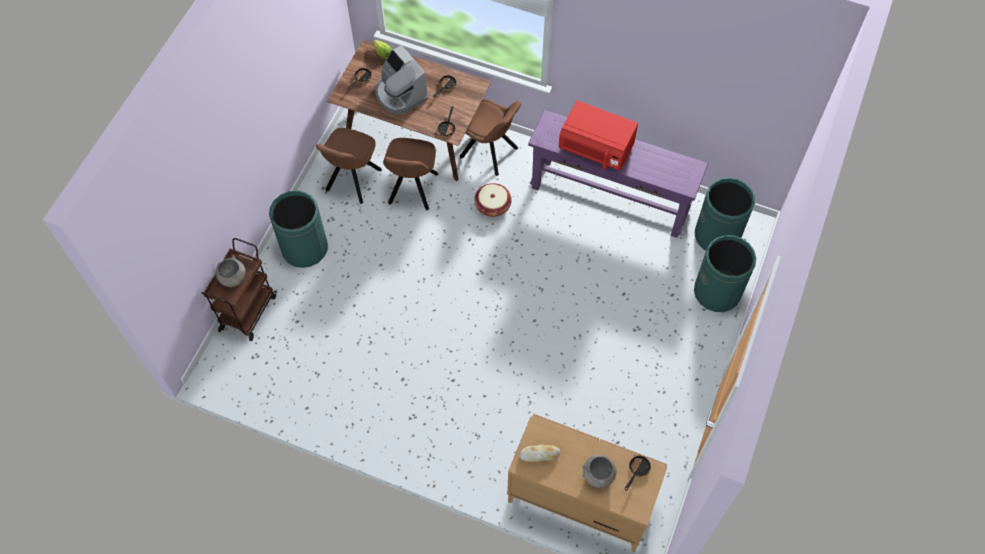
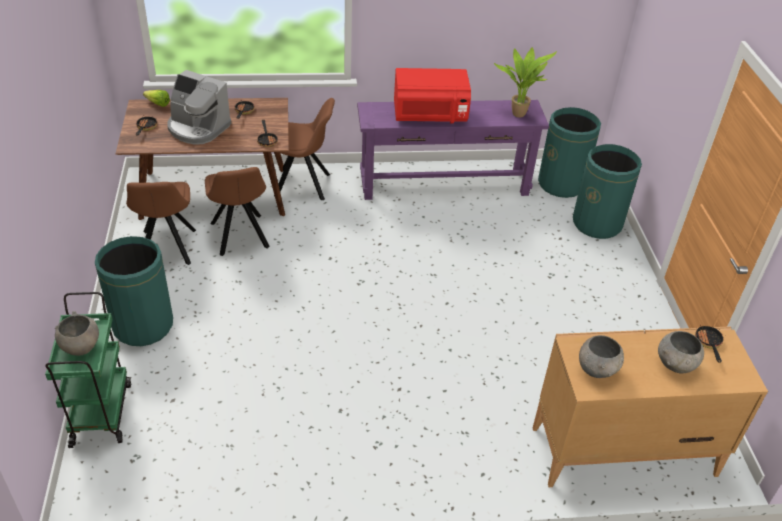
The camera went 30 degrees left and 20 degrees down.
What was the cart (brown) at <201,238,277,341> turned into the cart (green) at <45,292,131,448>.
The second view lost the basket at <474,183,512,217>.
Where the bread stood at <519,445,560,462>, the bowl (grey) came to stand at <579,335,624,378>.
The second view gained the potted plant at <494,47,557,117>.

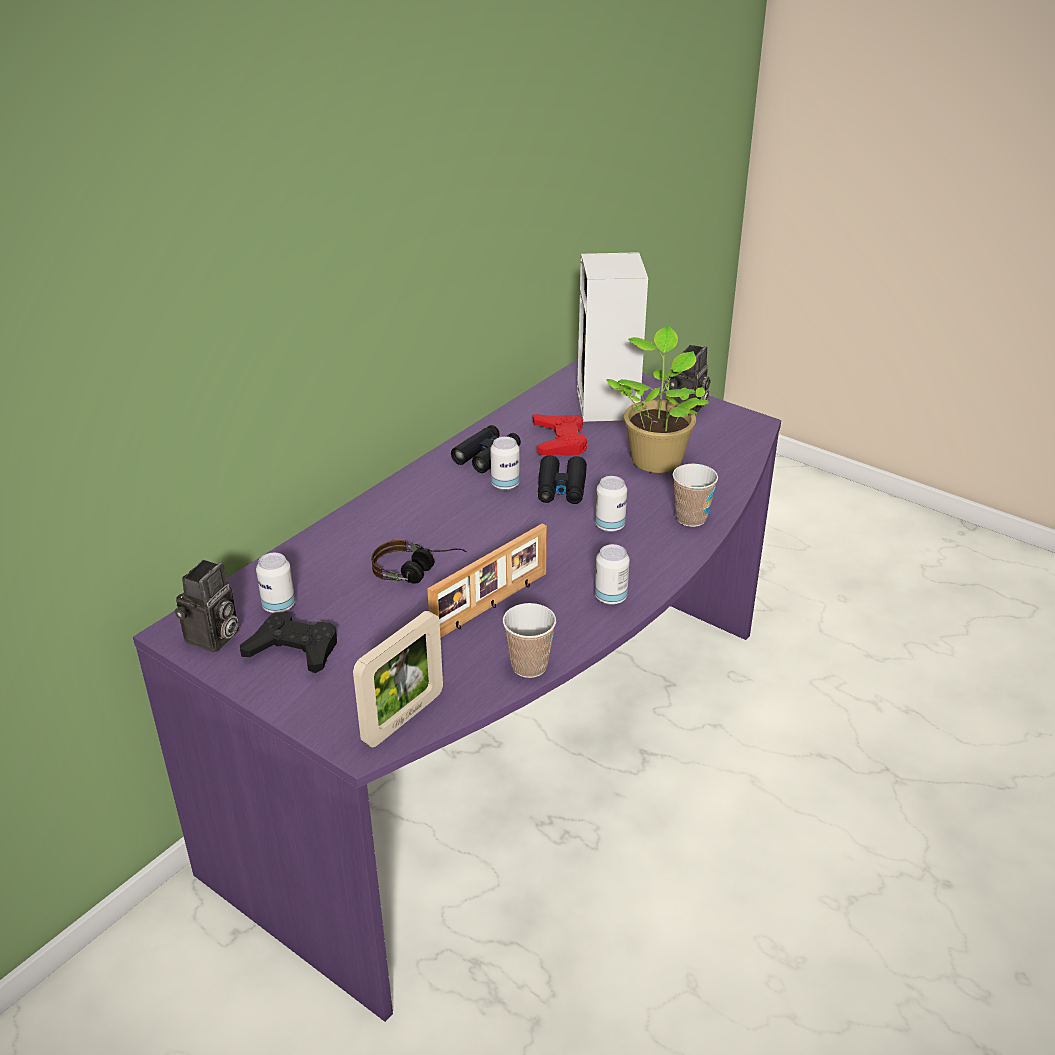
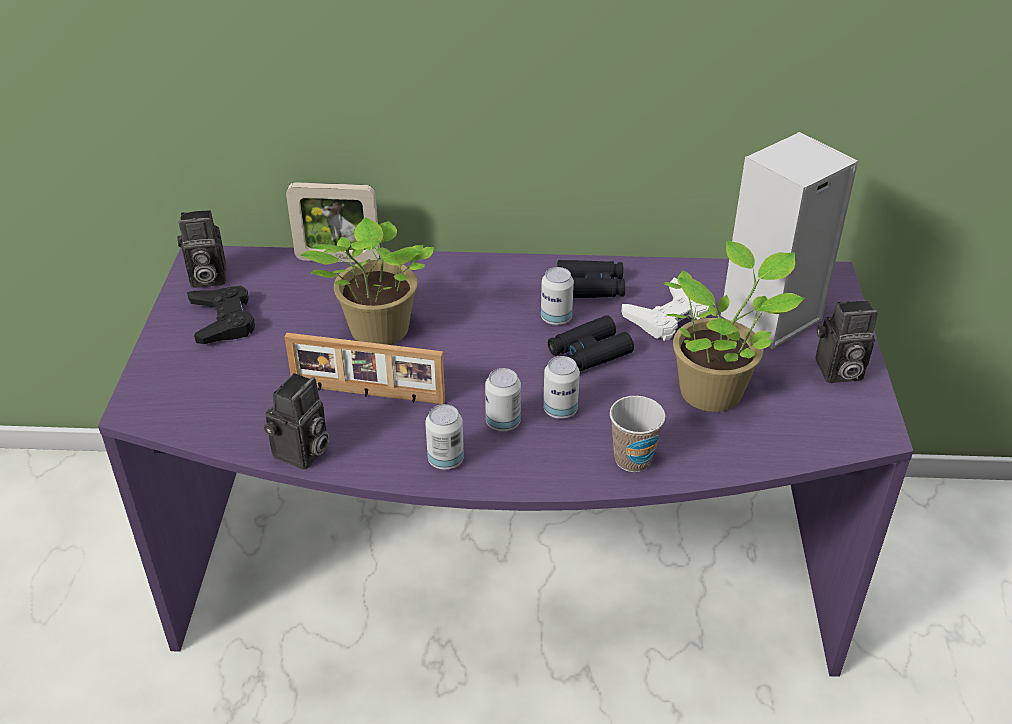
The camera went 55 degrees right and 5 degrees up.
The can ended up elsewhere, having gone from <256,553,295,613> to <485,368,521,431>.
The picture frame ended up elsewhere, having gone from <353,611,443,747> to <286,182,380,263>.
Where the headphones stood at <371,540,467,584>, the potted plant came to stand at <301,217,434,345>.
Where the cup stood at <503,603,556,678>, the photo camera came to stand at <264,373,329,470>.
What was the game controller (red) at <533,414,587,456> turned into the game controller (white) at <621,277,709,341>.

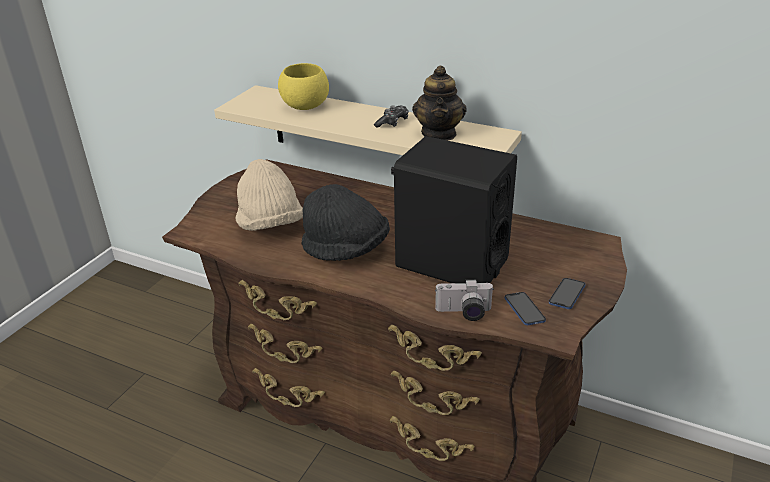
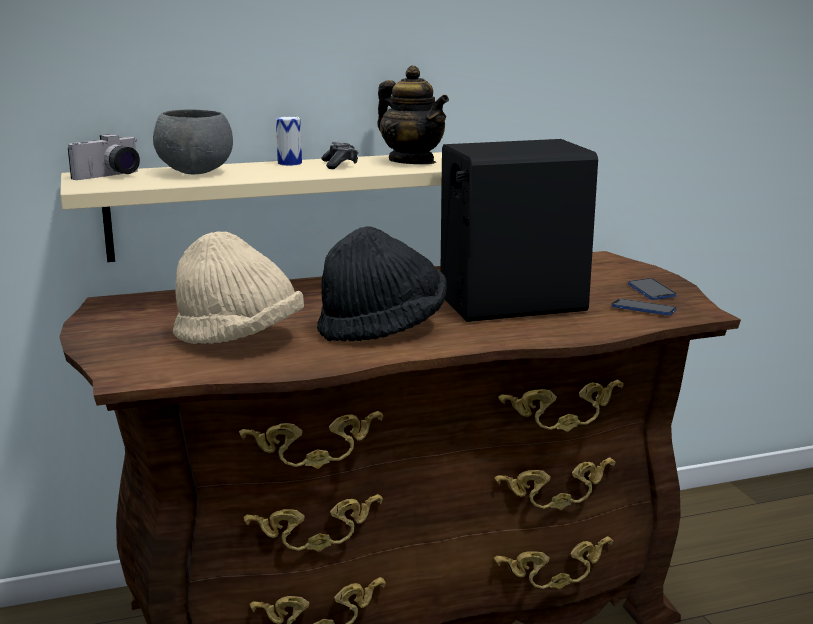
The camera went 45 degrees left and 15 degrees down.
What was the bowl (yellow) at <278,63,329,110> turned into the bowl (grey) at <153,109,233,174>.
The photo camera ended up elsewhere, having gone from <435,279,493,321> to <68,134,140,180>.
The second view gained the can at <276,116,302,166>.

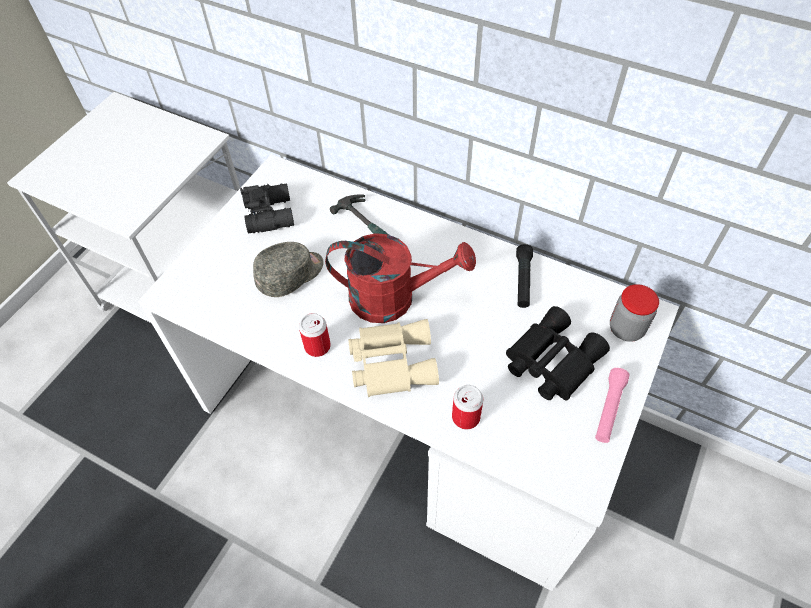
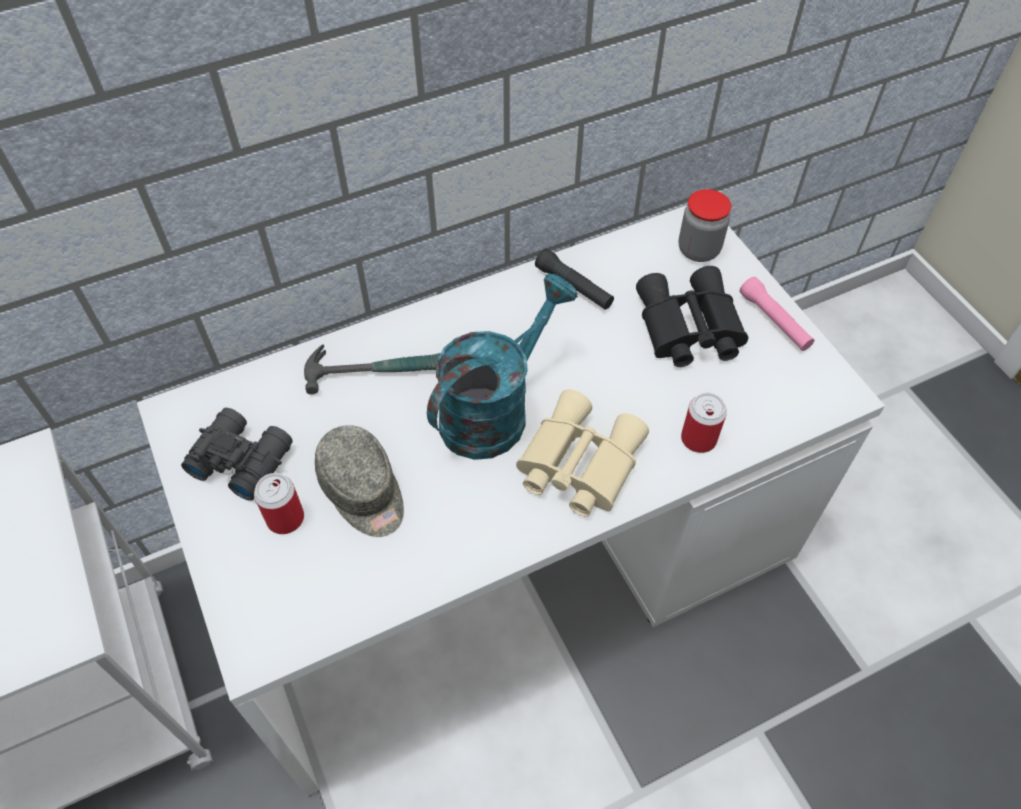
The camera went 55 degrees left and 0 degrees up.
The cap (grey) at <253,242,324,297> ended up facing another way, 150 degrees clockwise from before.
The can ended up elsewhere, having gone from <299,313,331,357> to <254,473,304,534>.
What was the watering can (red) at <325,233,476,323> turned into the watering can (turquoise) at <427,274,578,460>.

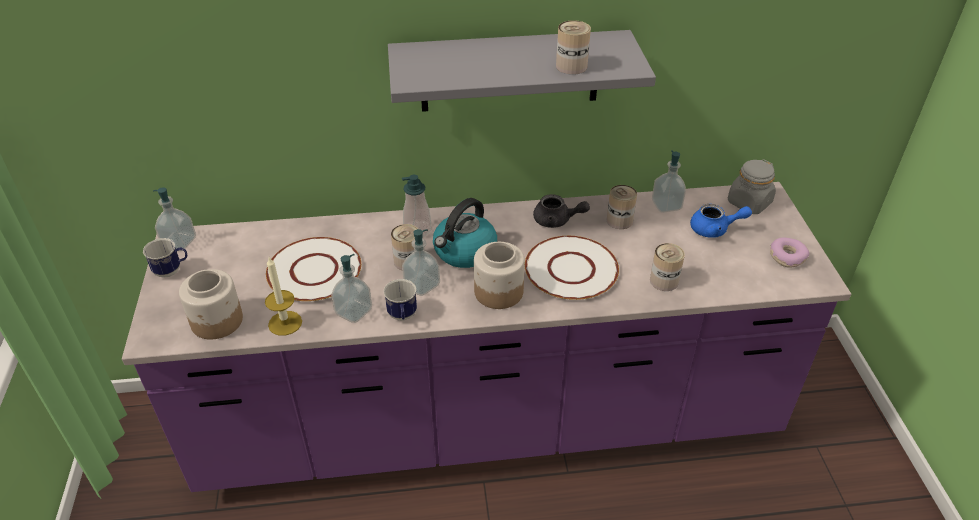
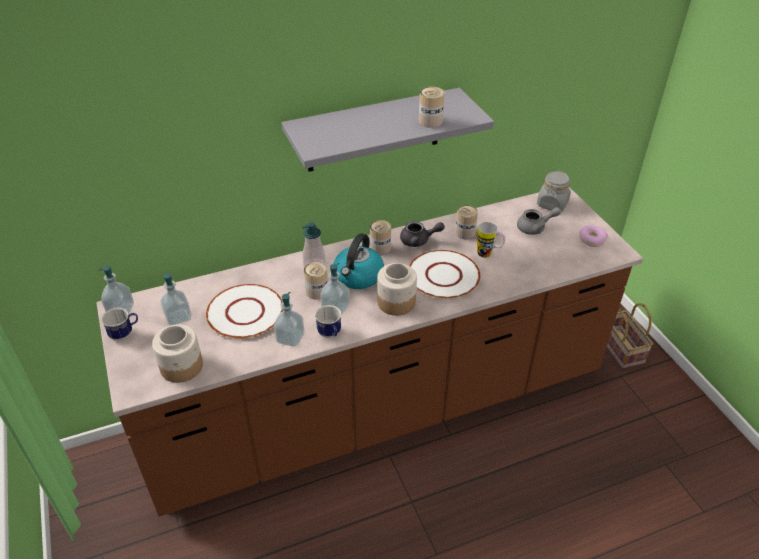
The camera went 15 degrees left and 0 degrees up.
What was the counter (purple) at <122,182,851,492> turned into the counter (brown) at <96,187,643,517>.
The second view lost the candle at <265,257,302,336>.
The can ended up elsewhere, having gone from <650,243,685,291> to <370,220,391,255>.
The soap dispenser ended up elsewhere, having gone from <652,151,686,213> to <160,272,191,325>.
What was the teapot (blue) at <690,204,752,238> turned into the teapot (grey) at <517,207,561,235>.
The second view gained the mug at <477,222,505,258>.
The second view gained the basket at <606,303,653,369>.

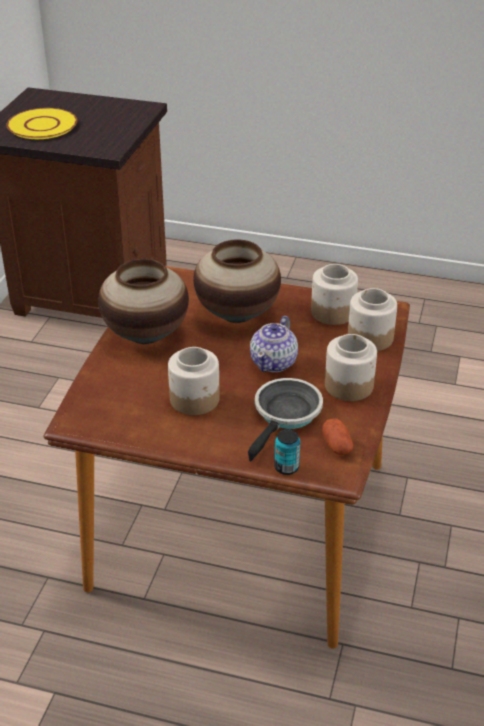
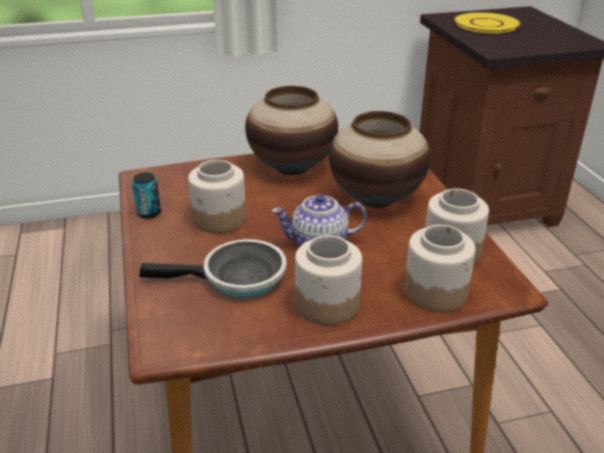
The camera went 60 degrees right and 5 degrees down.
The can ended up elsewhere, having gone from <274,429,300,475> to <132,172,161,219>.
The second view lost the potato at <322,418,353,455>.

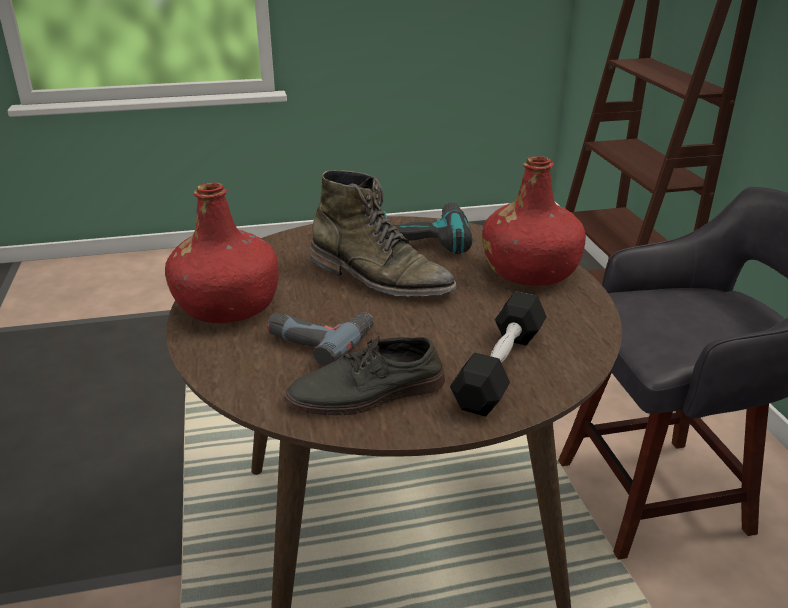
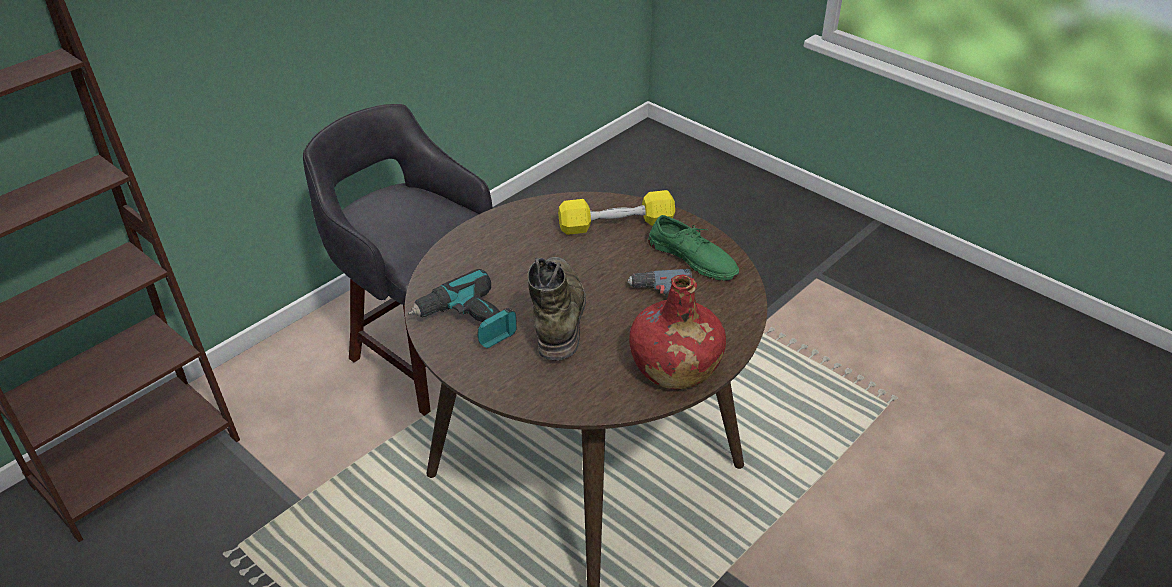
The camera went 125 degrees left and 10 degrees up.
What was the shoe (grey) at <285,334,445,415> turned into the shoe (green) at <648,215,739,281>.
What was the dumbbell (black) at <450,291,547,416> turned into the dumbbell (yellow) at <558,190,675,235>.
The second view lost the bottle (red) at <482,156,586,286>.

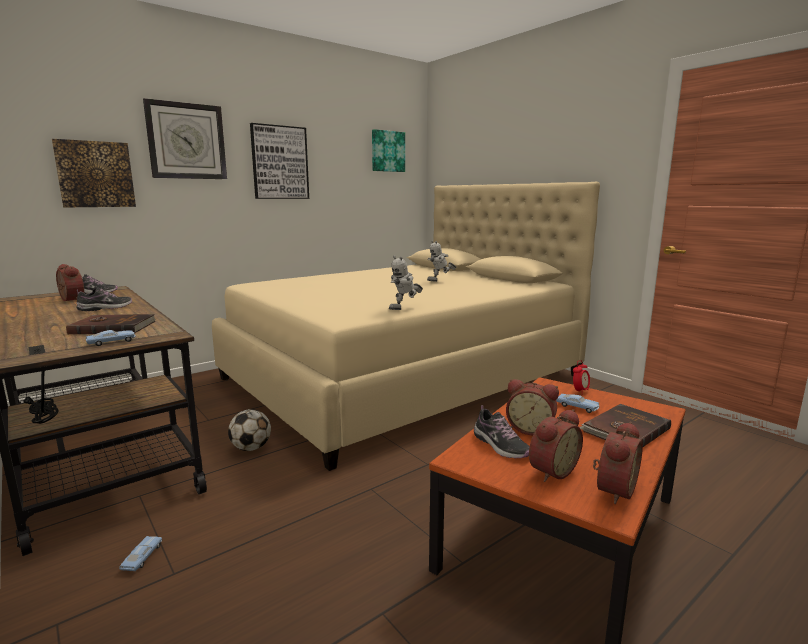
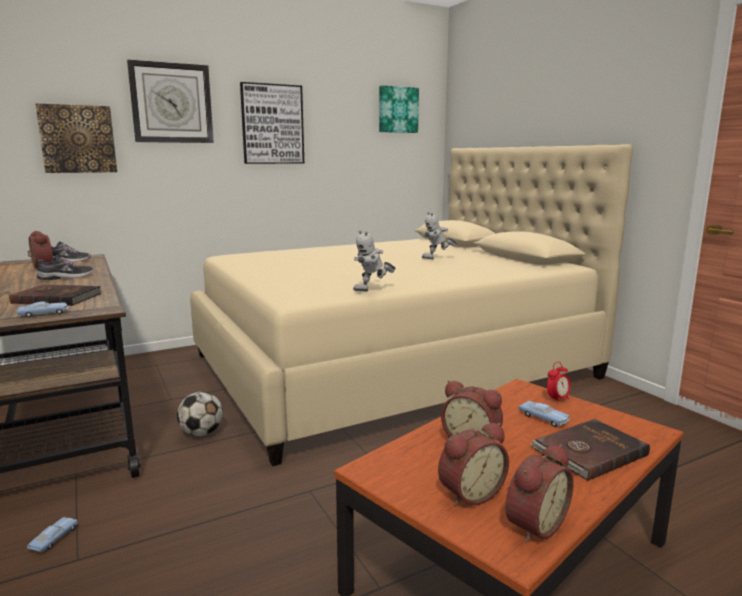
The camera went 10 degrees right and 0 degrees up.
The second view lost the shoe at <474,405,530,458>.

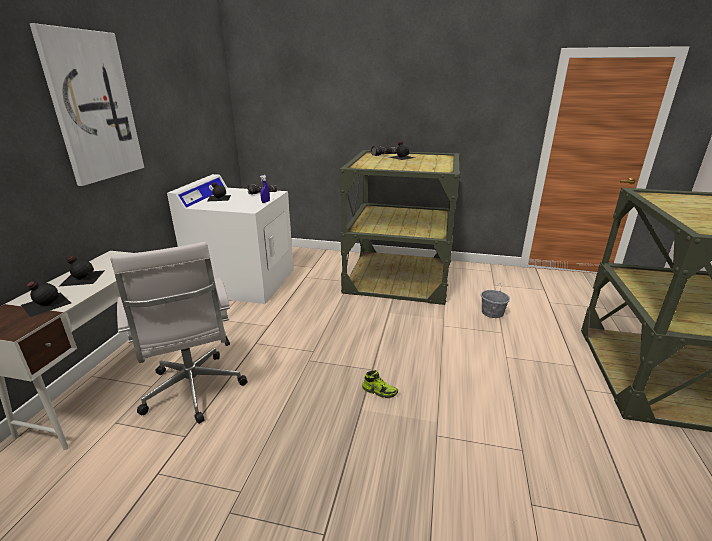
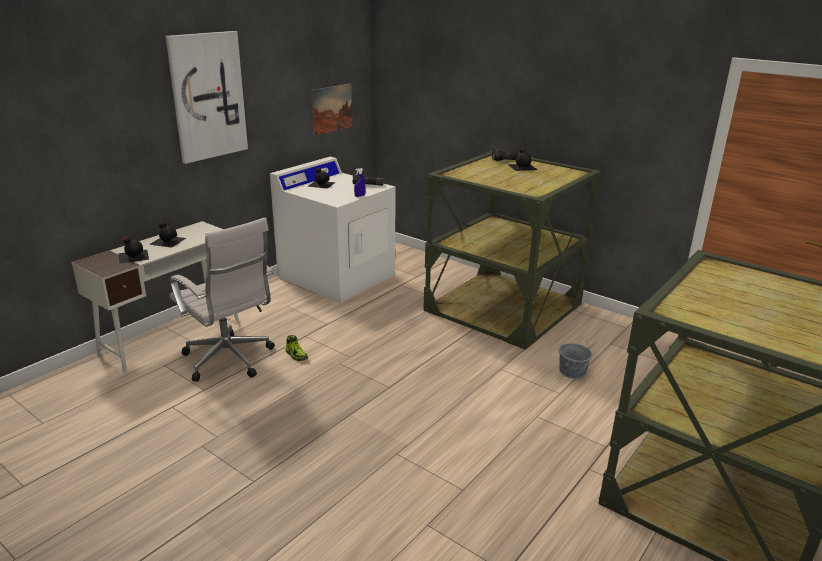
The camera went 25 degrees right and 0 degrees up.
The office chair (white) at <110,242,248,424> ended up facing another way, 45 degrees counterclockwise from before.
The shoe ended up elsewhere, having gone from <362,370,398,398> to <285,335,308,361>.
The second view gained the picture at <312,83,352,136>.

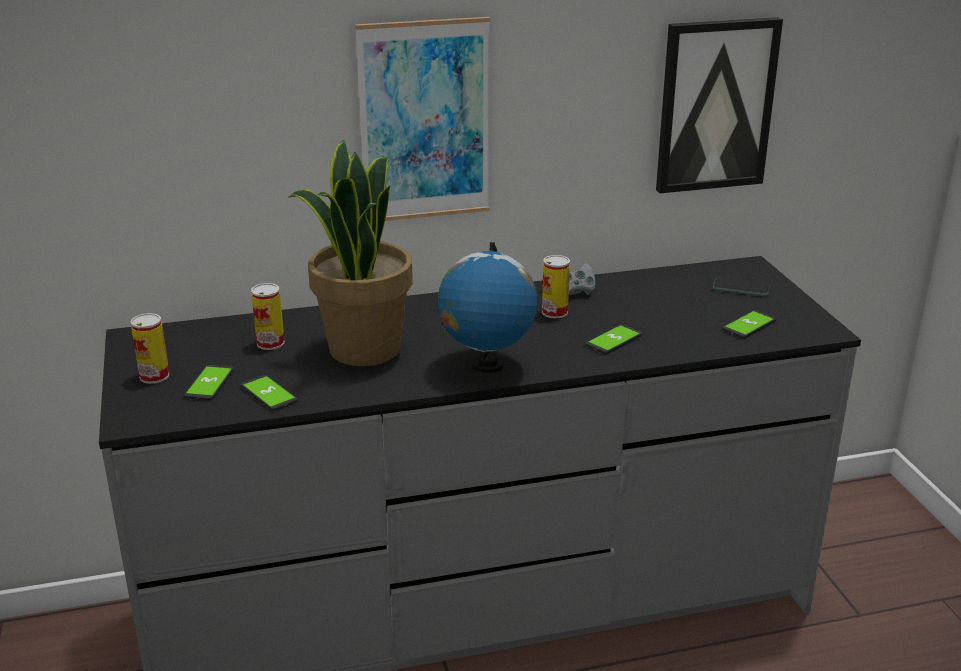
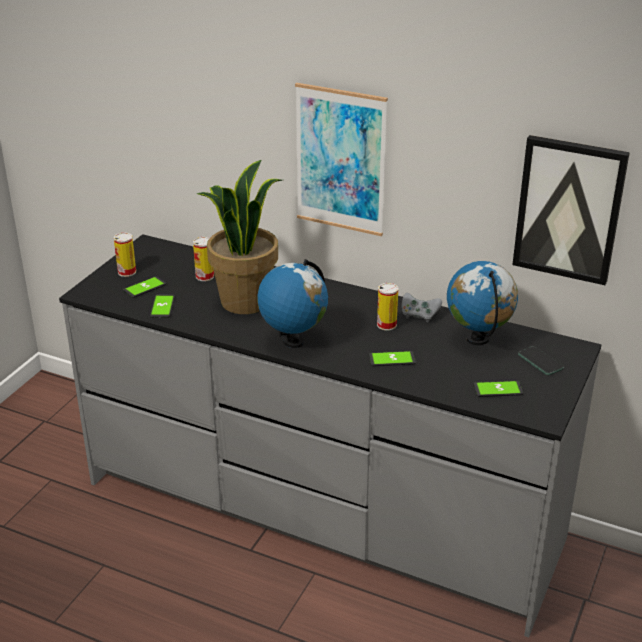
The camera went 40 degrees right and 5 degrees up.
The second view gained the globe at <447,261,518,345>.

